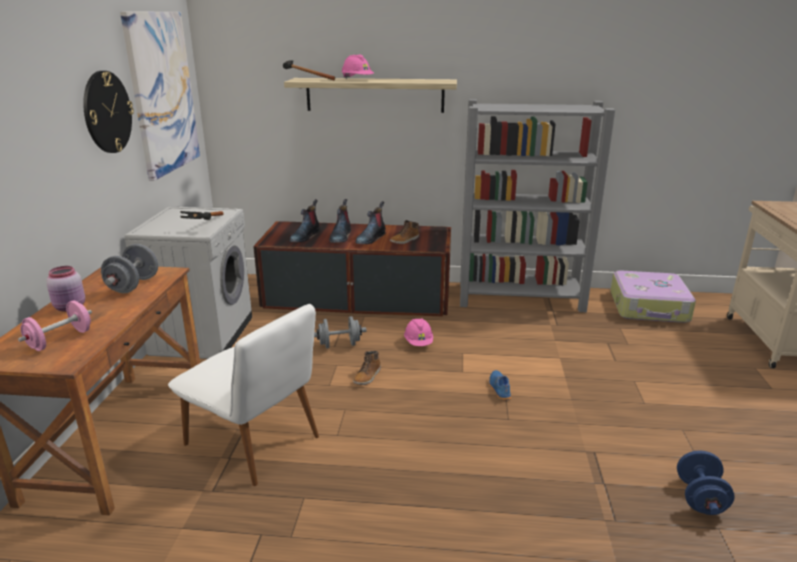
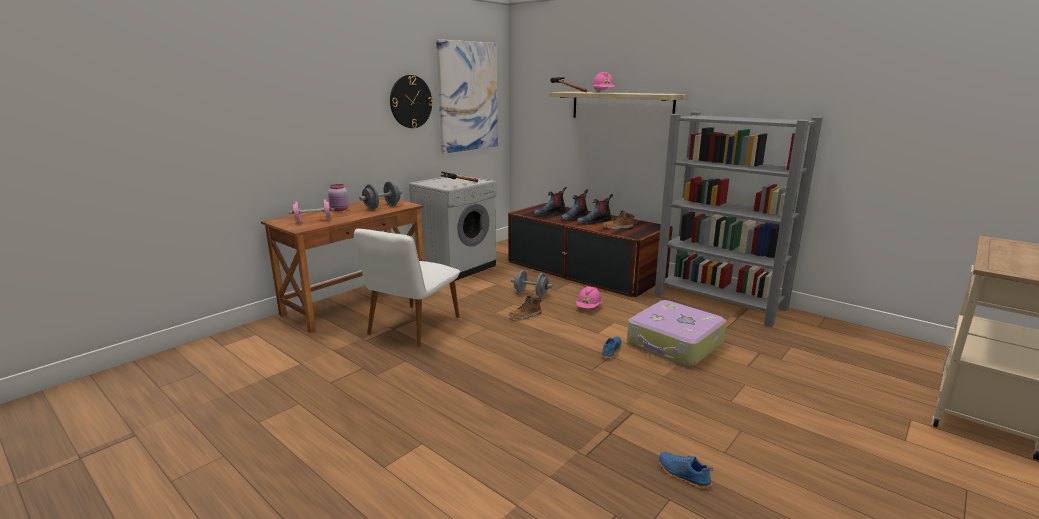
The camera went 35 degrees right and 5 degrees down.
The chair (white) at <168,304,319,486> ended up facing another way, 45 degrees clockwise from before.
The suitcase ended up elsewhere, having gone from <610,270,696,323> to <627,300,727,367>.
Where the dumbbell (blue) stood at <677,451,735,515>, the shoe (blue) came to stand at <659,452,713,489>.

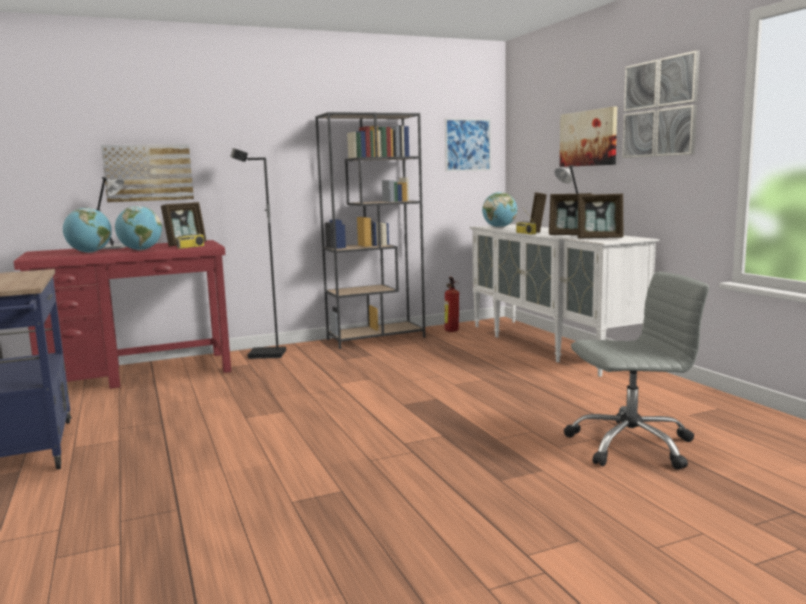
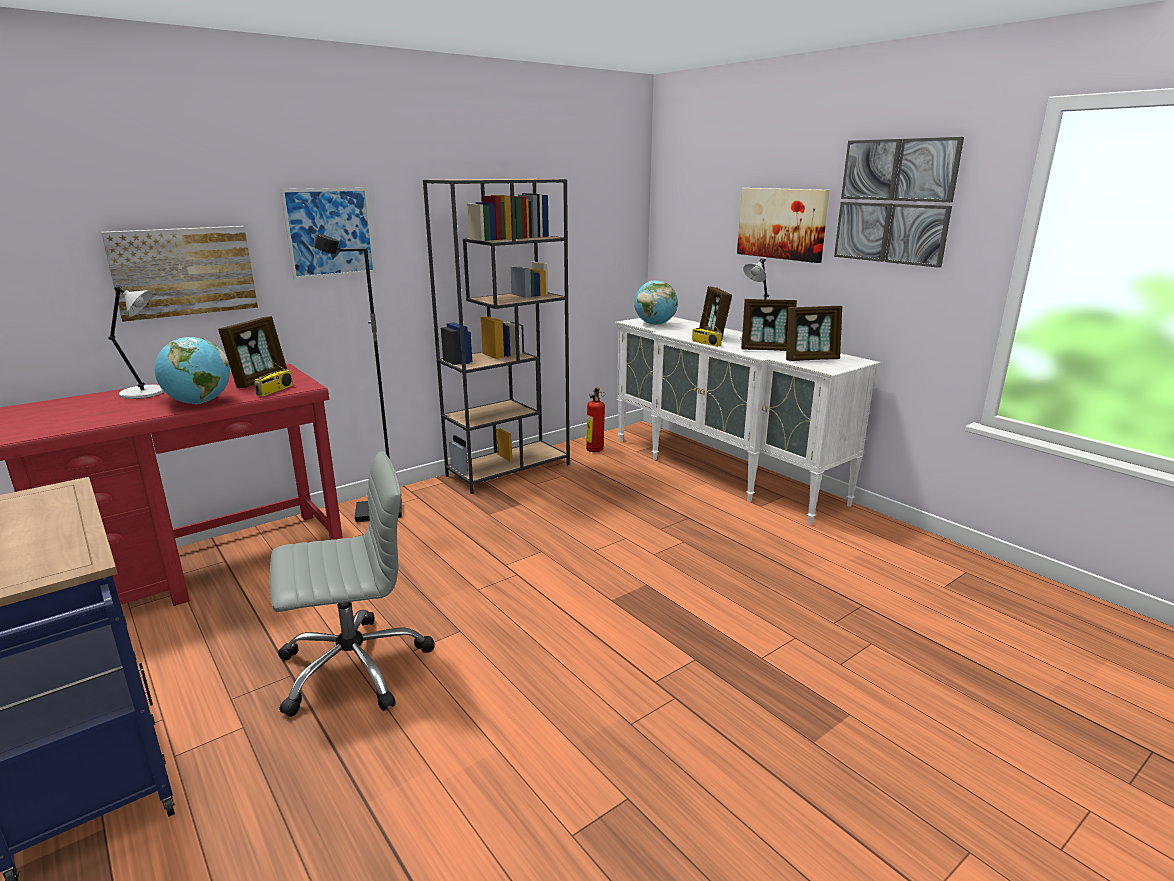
The camera went 15 degrees left and 10 degrees up.
The second view lost the globe at <63,208,112,253>.
The picture ended up elsewhere, having gone from <445,118,491,172> to <280,188,376,280>.
The office chair (grey) ended up elsewhere, having gone from <564,272,709,470> to <269,451,435,717>.

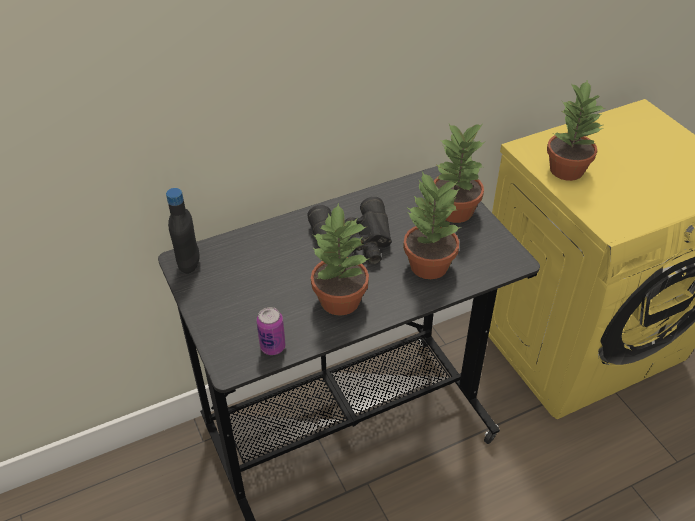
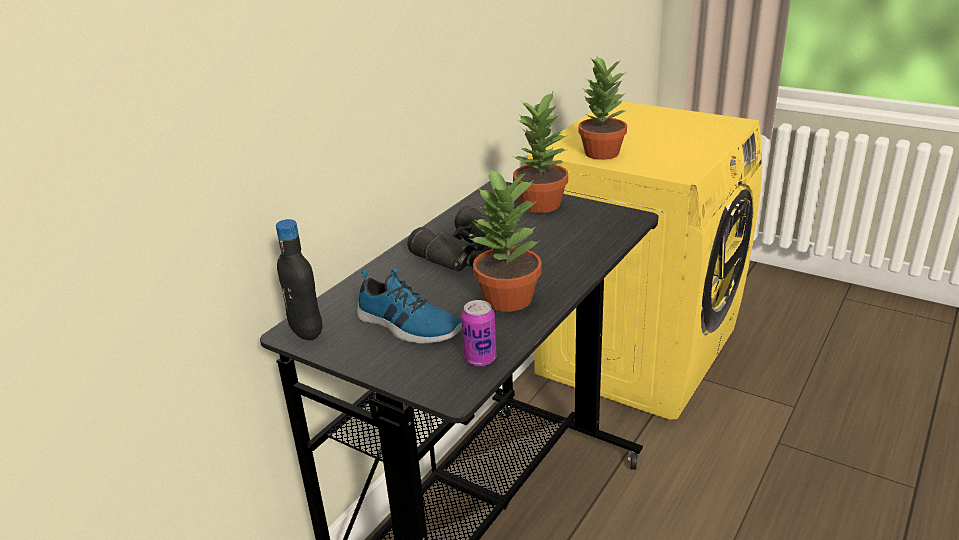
The camera went 30 degrees left and 15 degrees down.
The second view lost the potted plant at <403,172,461,279>.
The second view gained the shoe at <357,268,462,344>.

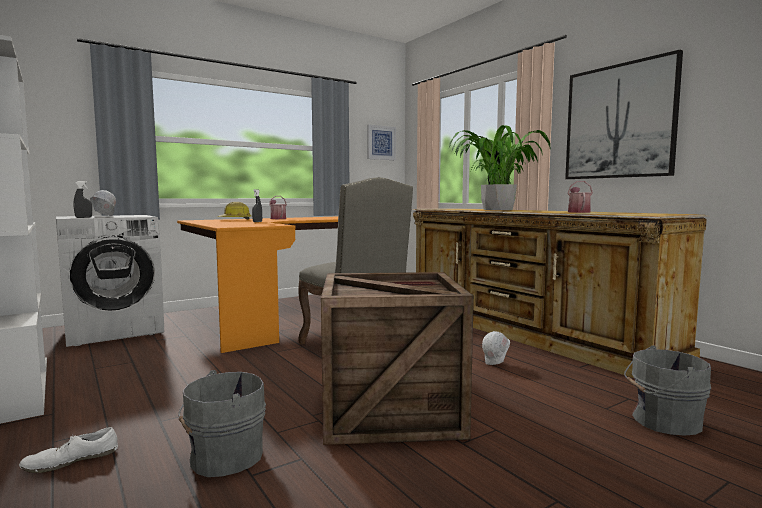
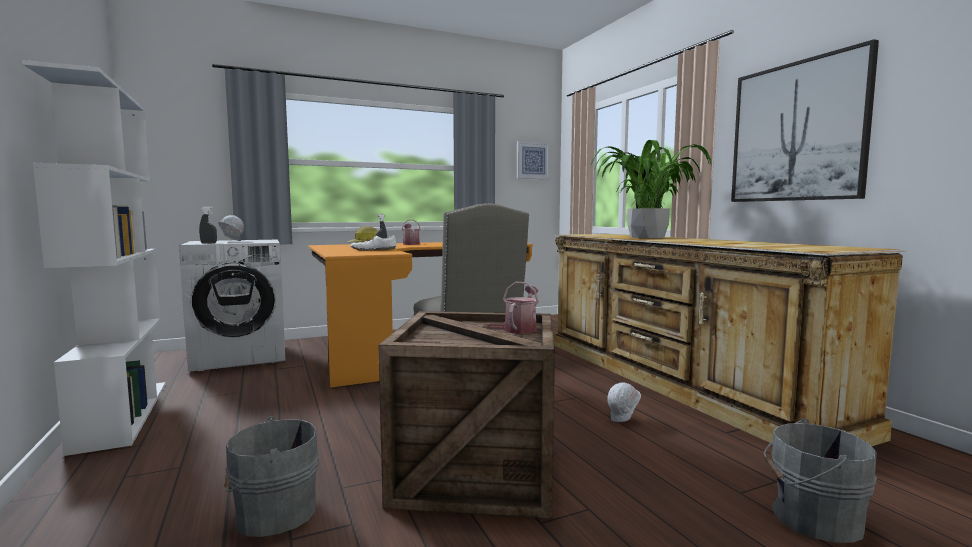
The camera went 10 degrees right and 0 degrees up.
The shoe (white) ended up elsewhere, having gone from <19,427,118,473> to <350,235,396,251>.
The watering can ended up elsewhere, having gone from <568,181,593,213> to <503,282,539,334>.

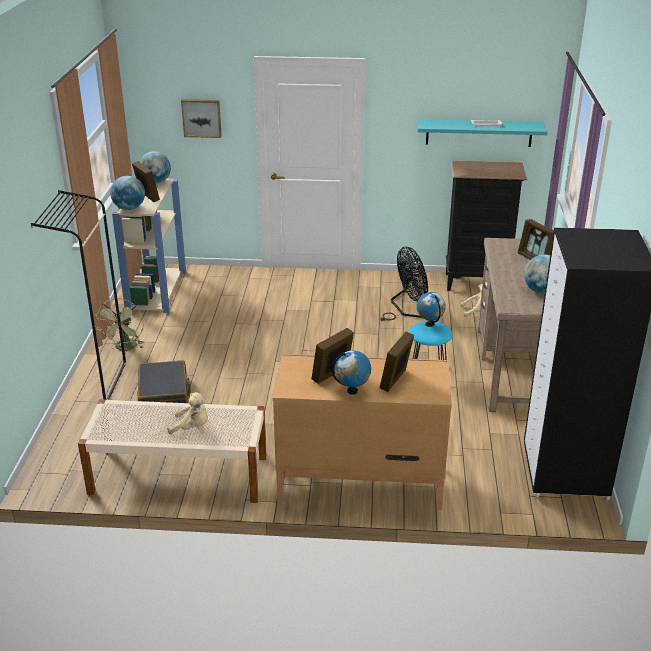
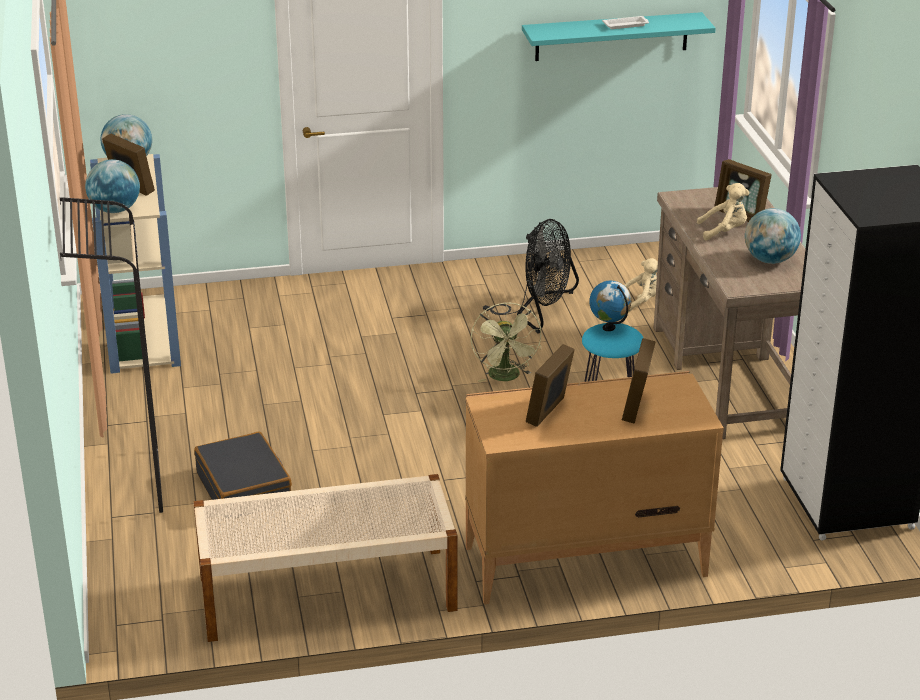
The camera went 15 degrees left and 0 degrees up.
The fan (green) ended up elsewhere, having gone from <95,298,144,351> to <471,302,541,382>.
The plush toy (beige) ended up elsewhere, having gone from <167,392,208,435> to <697,183,750,240>.
The second view lost the picture at <181,99,222,138>.
The second view lost the globe at <332,350,371,395>.
The fan (black) at <380,247,428,321> ended up facing another way, 60 degrees clockwise from before.
The second view lost the dresser (black) at <446,161,528,291>.

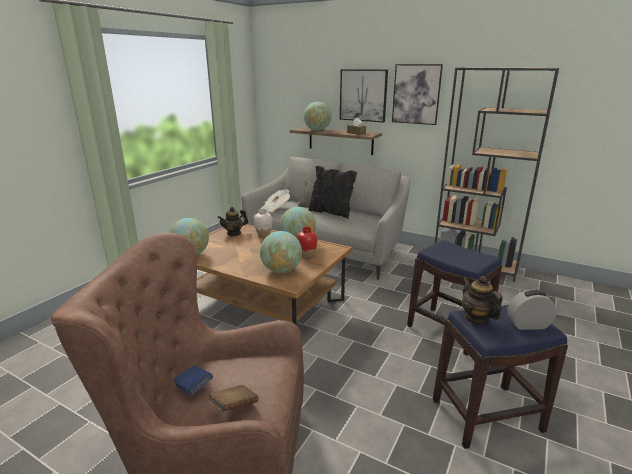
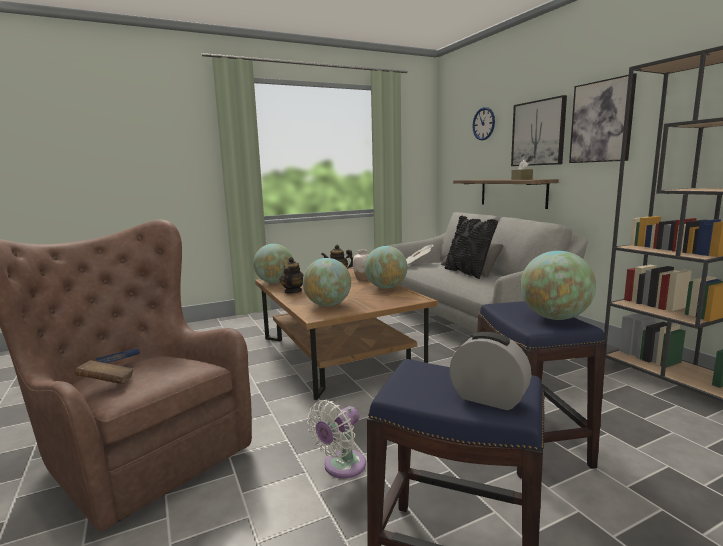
The camera went 35 degrees right and 10 degrees down.
The second view lost the vase (red) at <297,227,317,258>.
The globe ended up elsewhere, having gone from <304,102,331,131> to <521,251,596,320>.
The teapot ended up elsewhere, having gone from <462,276,503,325> to <279,257,304,294>.
The second view gained the fan (white) at <307,400,366,478>.
The second view gained the wall clock at <472,107,495,140>.

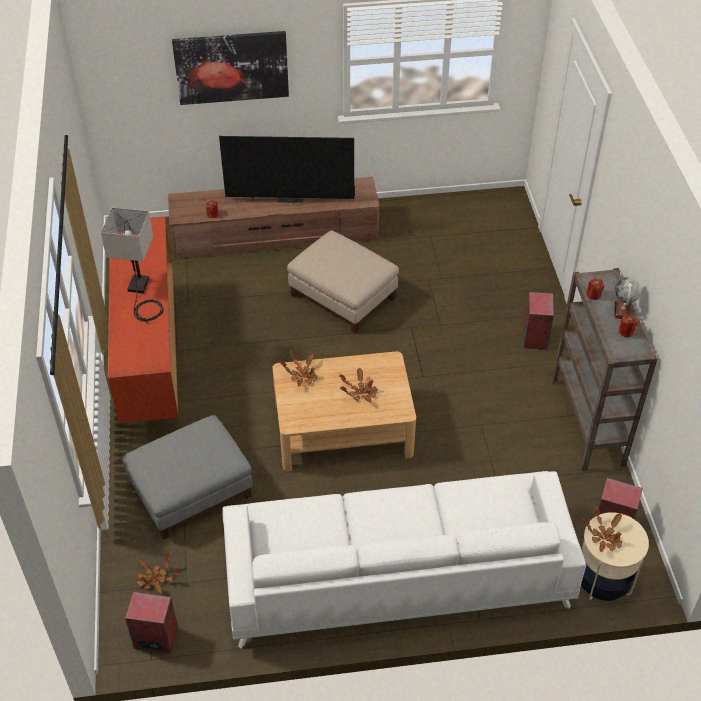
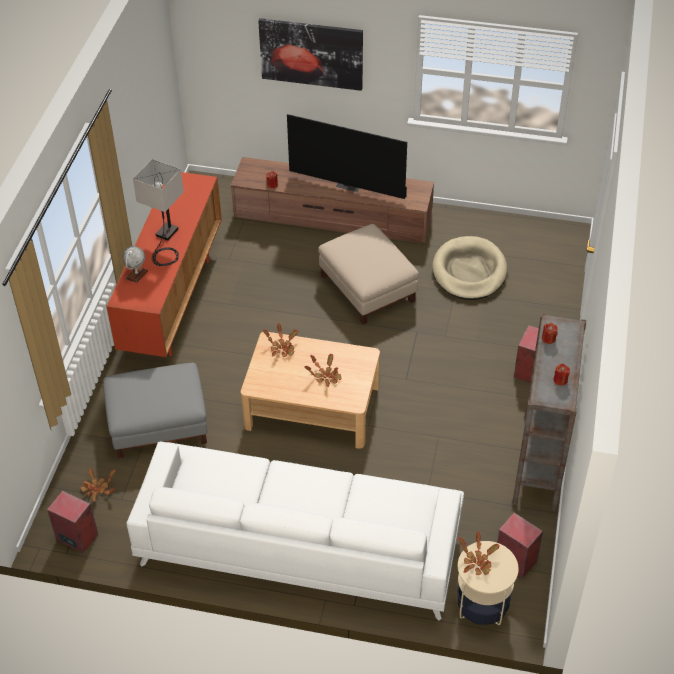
The camera went 20 degrees right and 0 degrees up.
The globe ended up elsewhere, having gone from <614,277,641,319> to <123,246,148,283>.
The second view gained the dog bed (beige) at <432,236,507,300>.

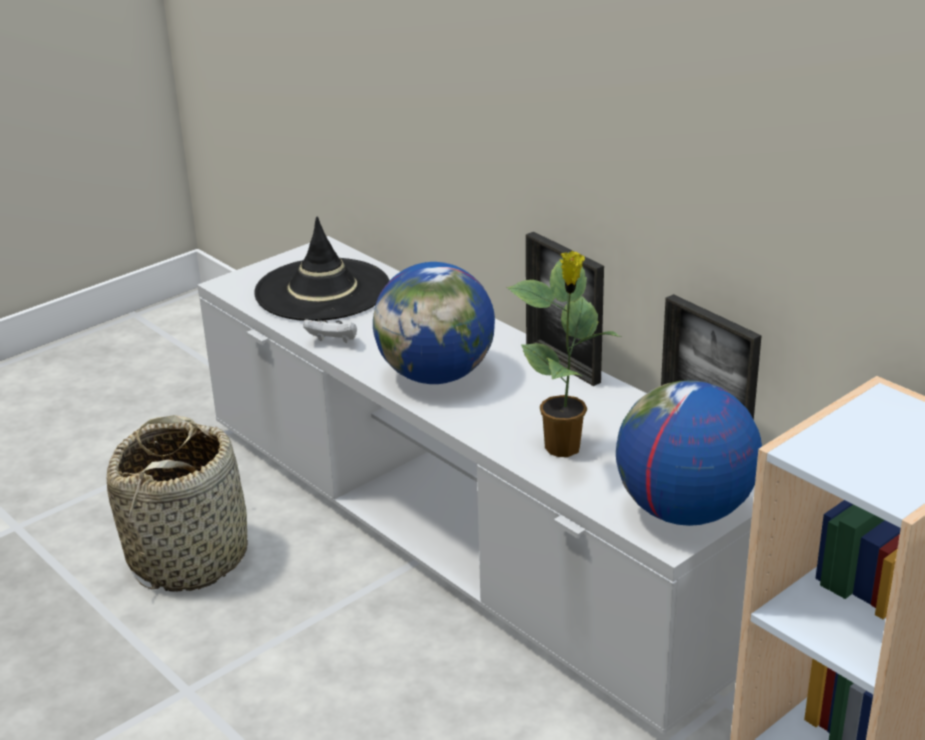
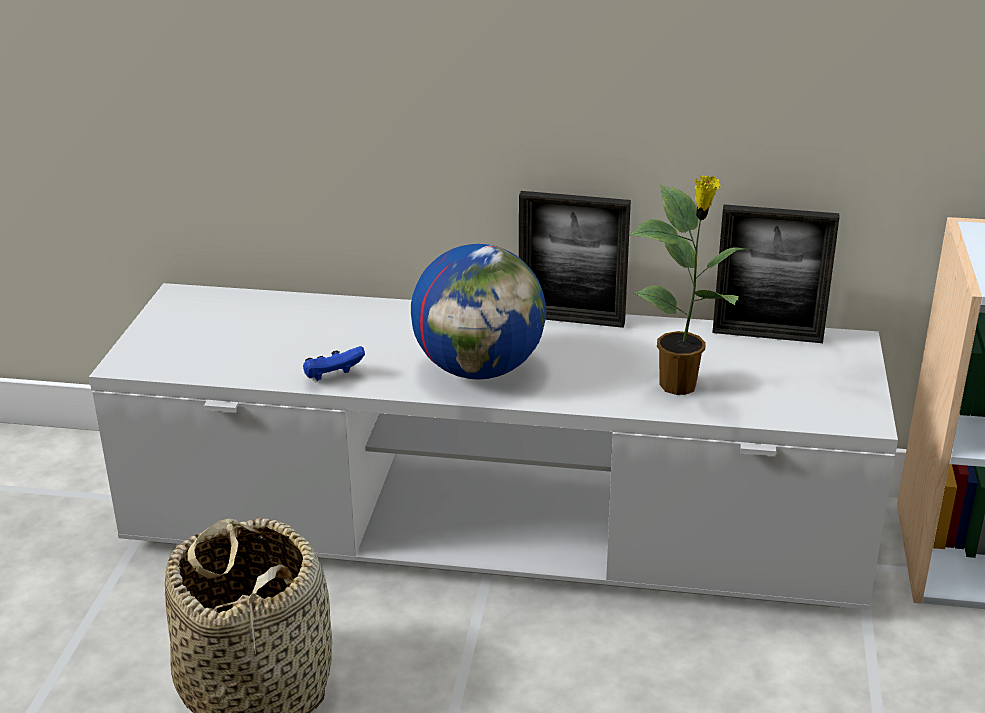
The camera went 40 degrees left and 0 degrees up.
The second view lost the hat (black) at <254,217,390,321>.
What was the game controller (white) at <303,319,357,342> turned into the game controller (blue) at <303,346,365,381>.
The second view lost the globe at <616,380,762,526>.

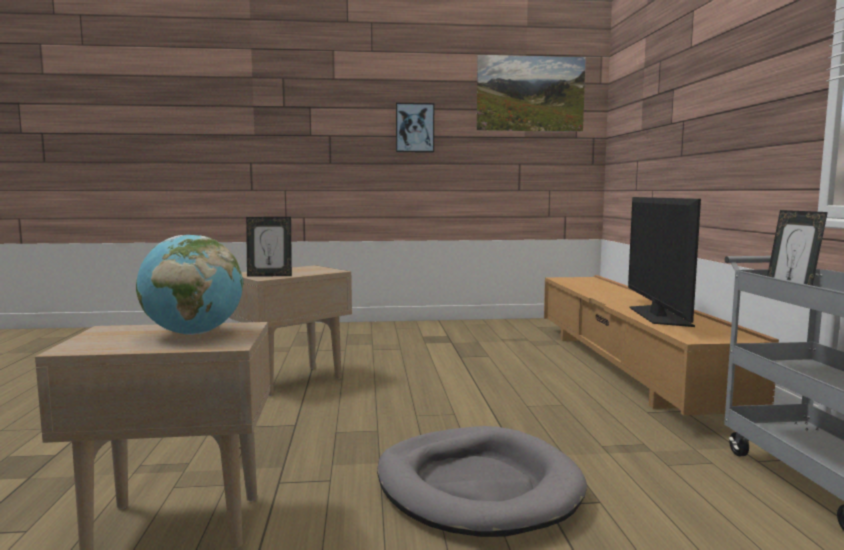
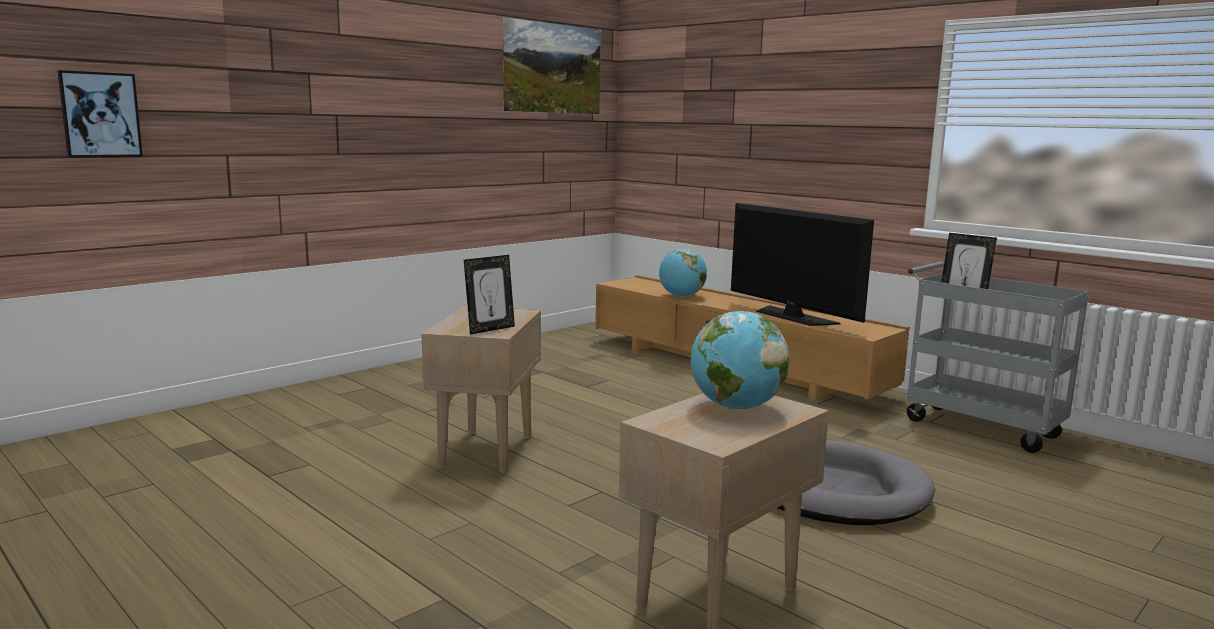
The camera went 40 degrees left and 5 degrees up.
The picture ended up elsewhere, having gone from <396,103,434,152> to <57,70,143,158>.
The second view gained the globe at <659,249,707,297>.

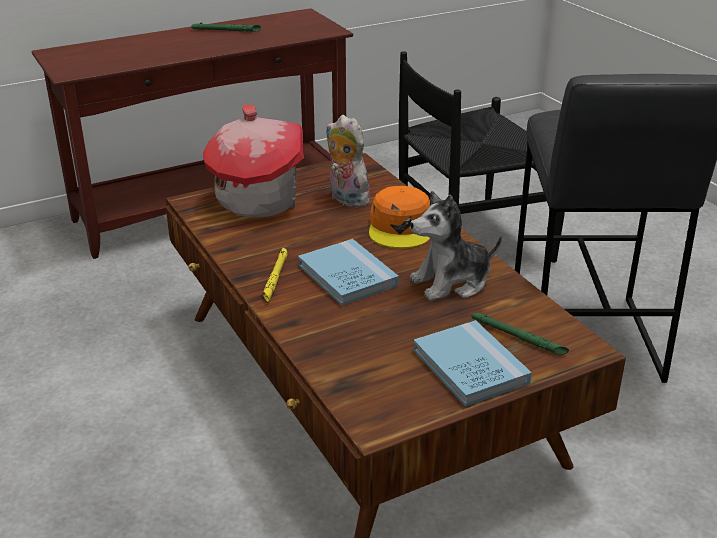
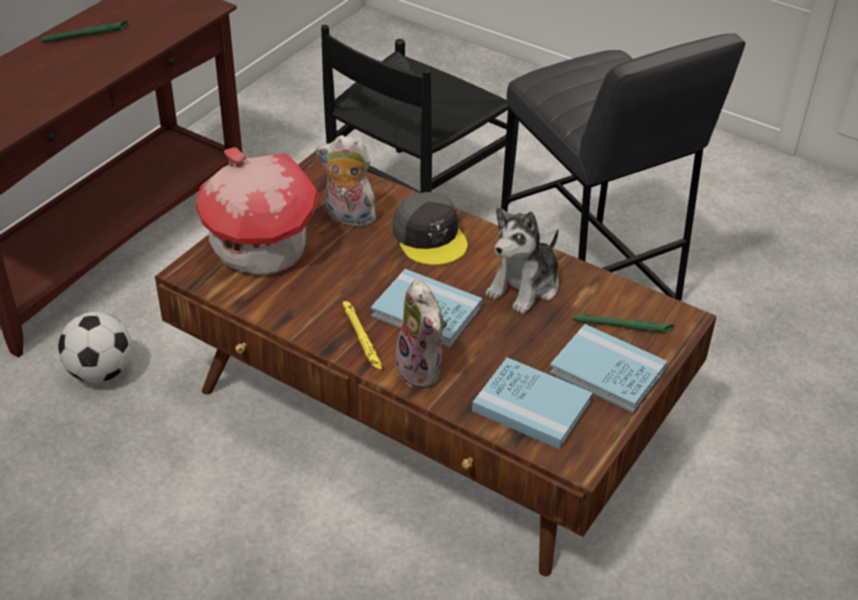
The camera went 30 degrees left and 10 degrees up.
What was the cap (orange) at <369,186,430,248> turned into the cap (grey) at <392,192,468,265>.
The second view gained the football at <58,312,132,383>.
The second view gained the plush toy at <393,279,447,388>.
The second view gained the book (blue) at <472,357,592,449>.

